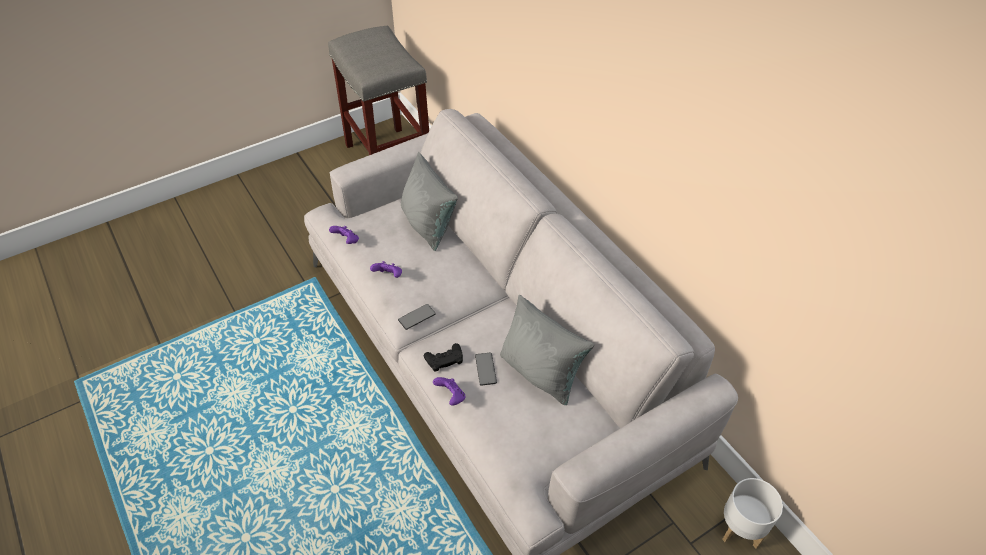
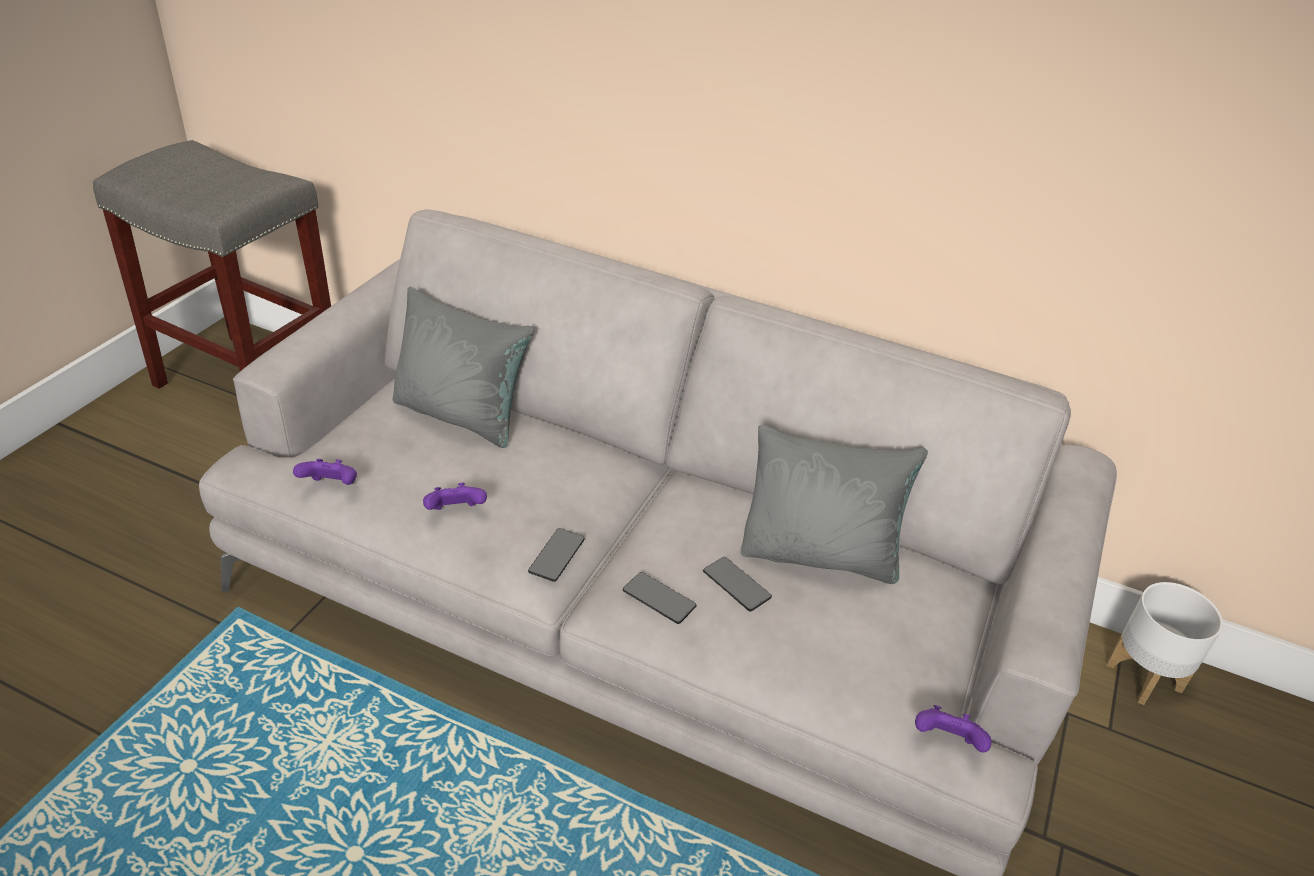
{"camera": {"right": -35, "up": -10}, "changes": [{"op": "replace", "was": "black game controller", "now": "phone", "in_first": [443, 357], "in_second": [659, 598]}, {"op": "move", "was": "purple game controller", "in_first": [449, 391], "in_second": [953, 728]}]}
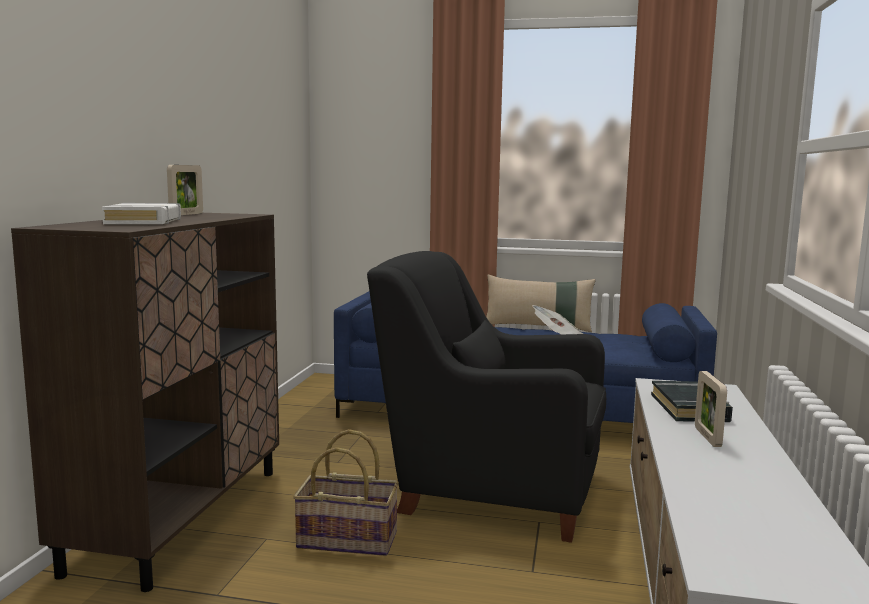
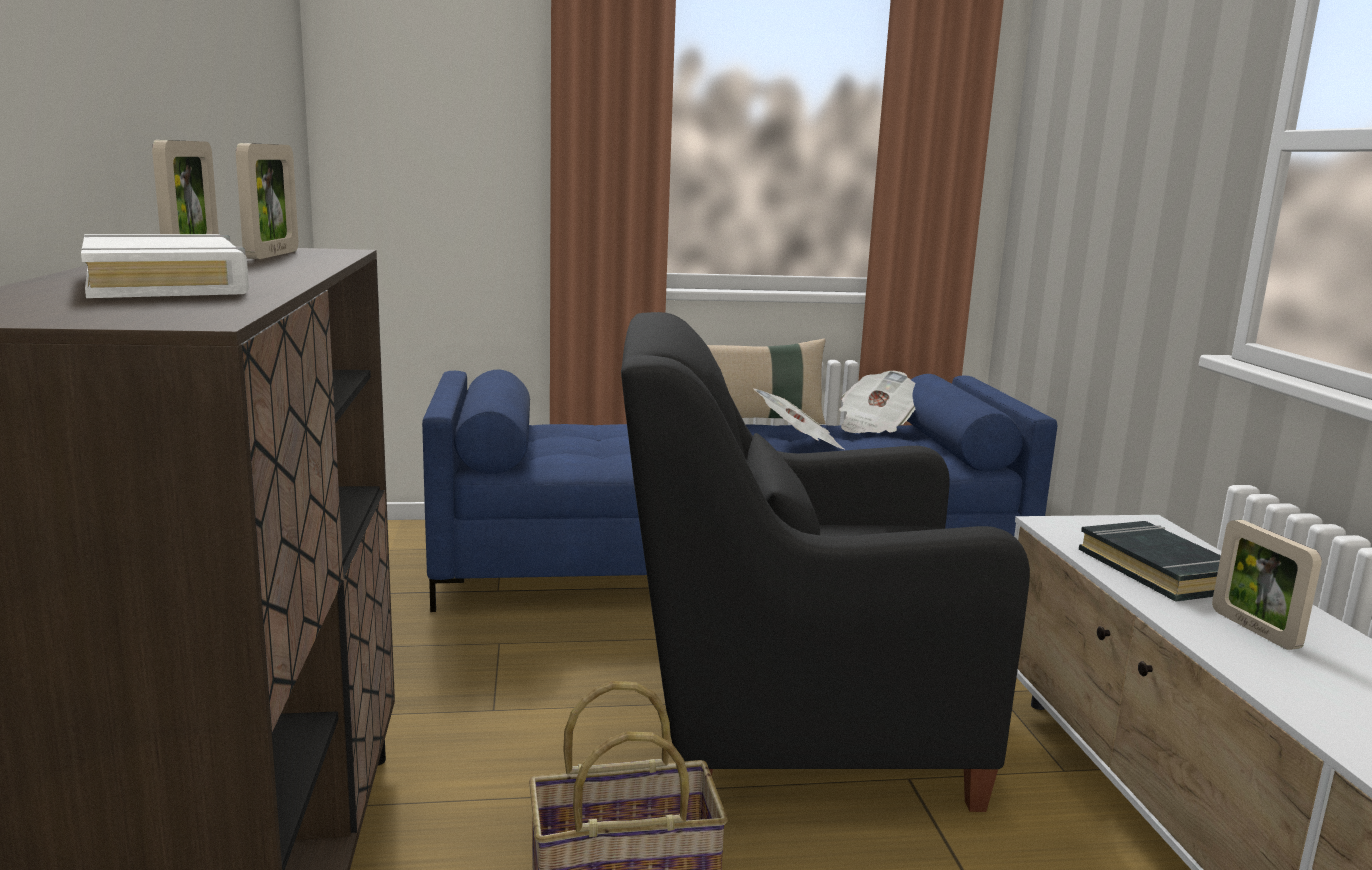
{"camera": {"right": -20, "up": 5}, "changes": [{"op": "insert", "now": "picture frame", "in_second": [267, 201]}, {"op": "insert", "now": "newspaper", "in_second": [877, 402]}]}
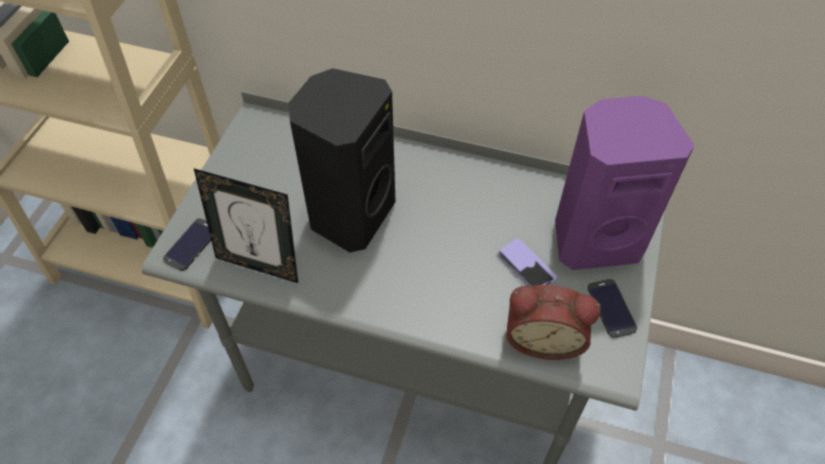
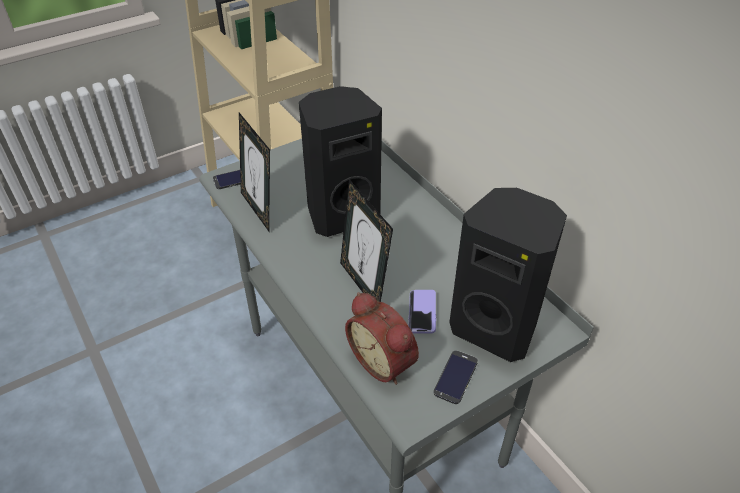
{"camera": {"right": 40, "up": -10}, "changes": [{"op": "insert", "now": "picture frame", "in_second": [366, 241]}, {"op": "recolor", "was": "purple speaker", "now": "black speaker", "in_first": [625, 183], "in_second": [508, 275]}]}
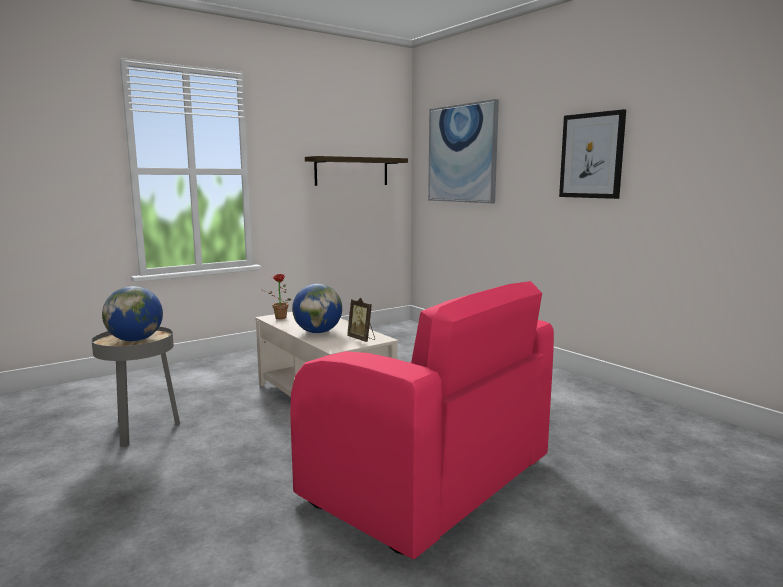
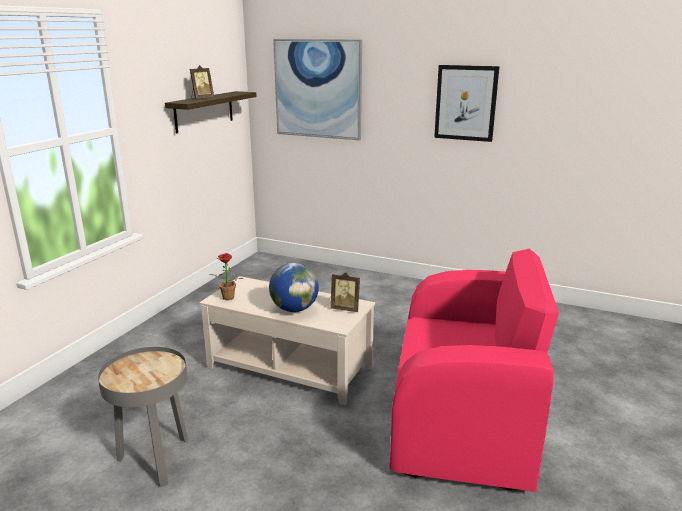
{"camera": {"right": -30, "up": 10}, "changes": [{"op": "insert", "now": "picture frame", "in_second": [202, 82]}, {"op": "delete", "was": "globe", "in_first": [132, 314]}]}
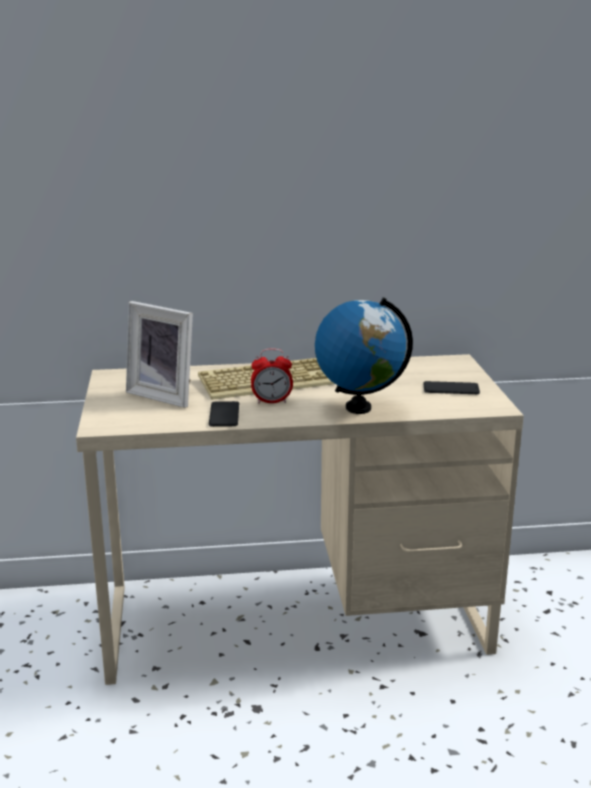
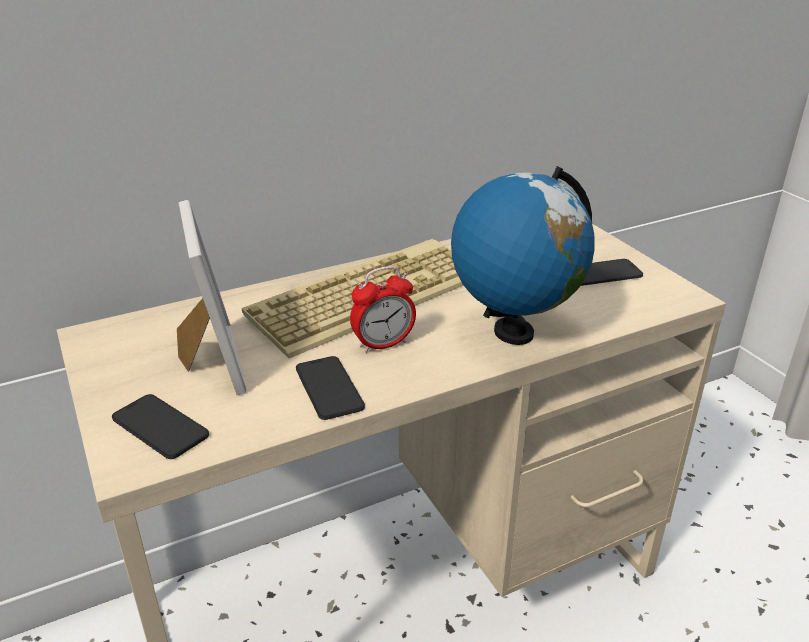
{"camera": {"right": -20, "up": 10}, "changes": [{"op": "insert", "now": "phone", "in_second": [160, 426]}, {"op": "rotate", "was": "picture frame", "in_first": [159, 354], "in_second": [212, 297], "clockwise": -120}]}
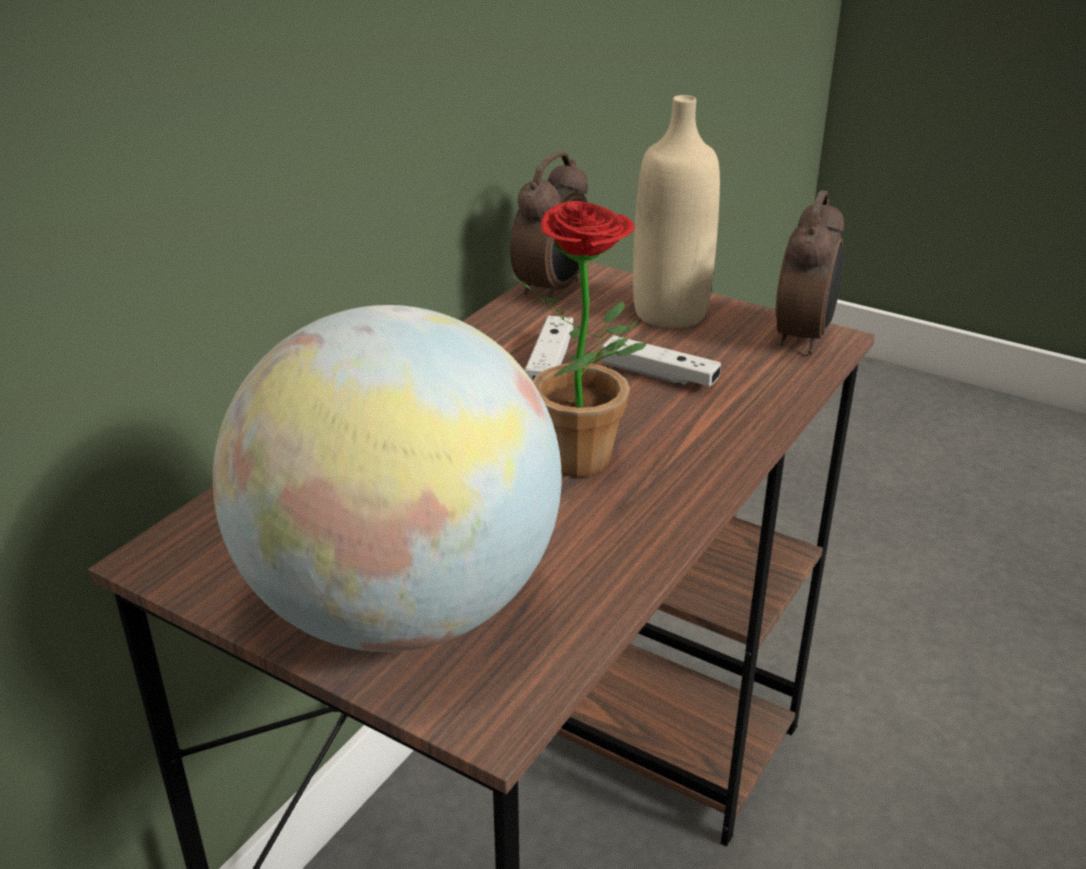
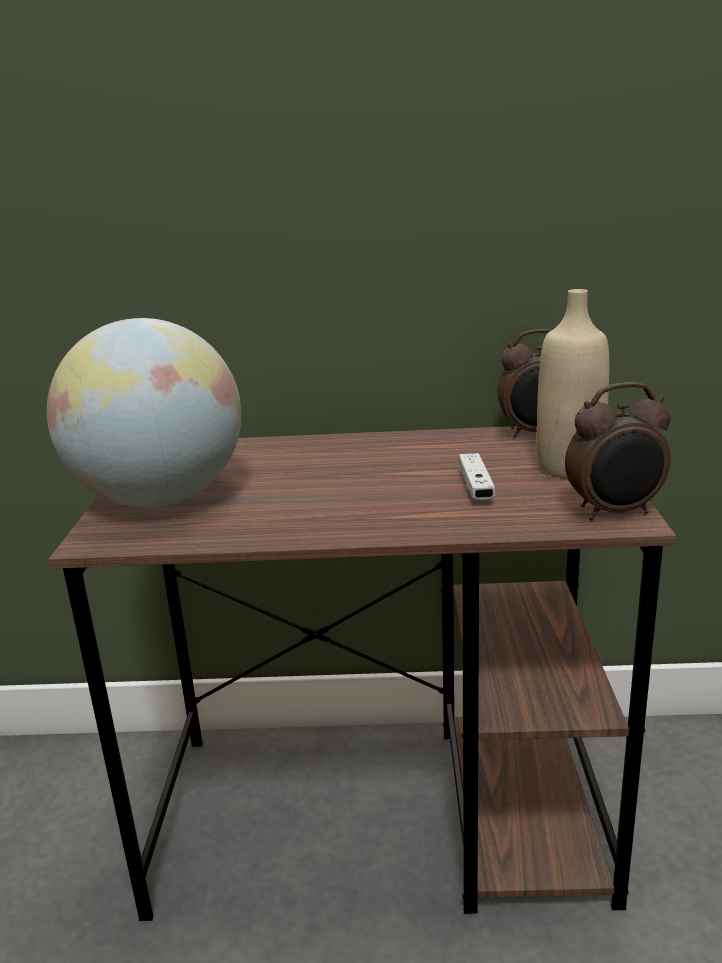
{"camera": {"right": 60, "up": -10}, "changes": [{"op": "delete", "was": "potted plant", "in_first": [581, 339]}, {"op": "delete", "was": "white game controller", "in_first": [549, 348]}]}
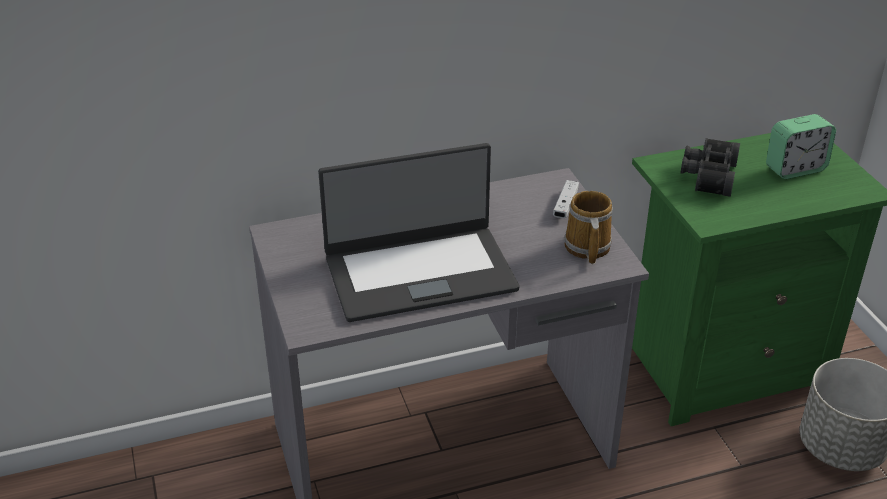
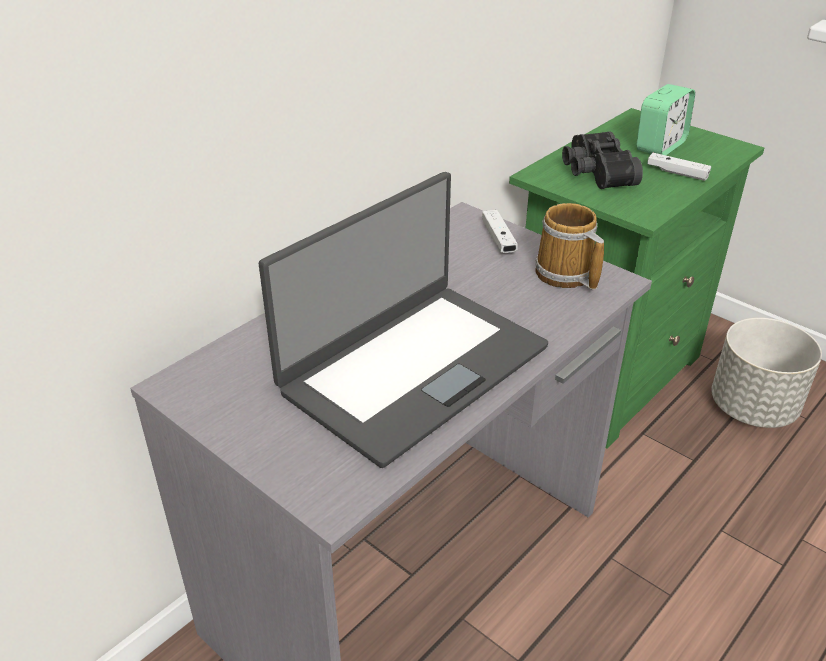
{"camera": {"right": -30, "up": 0}, "changes": [{"op": "insert", "now": "white game controller", "in_second": [679, 167]}]}
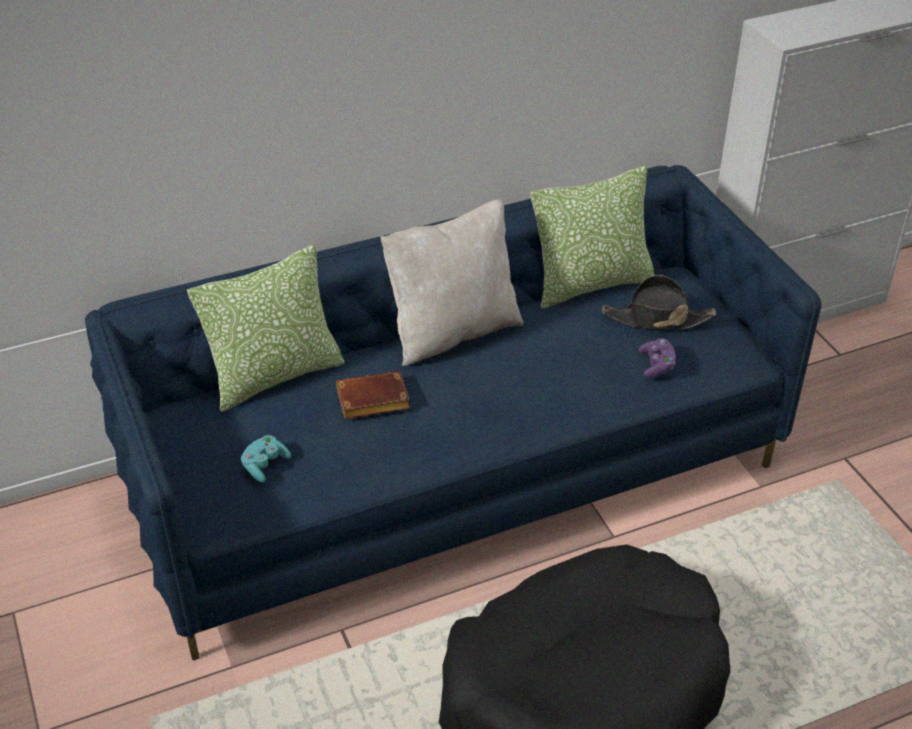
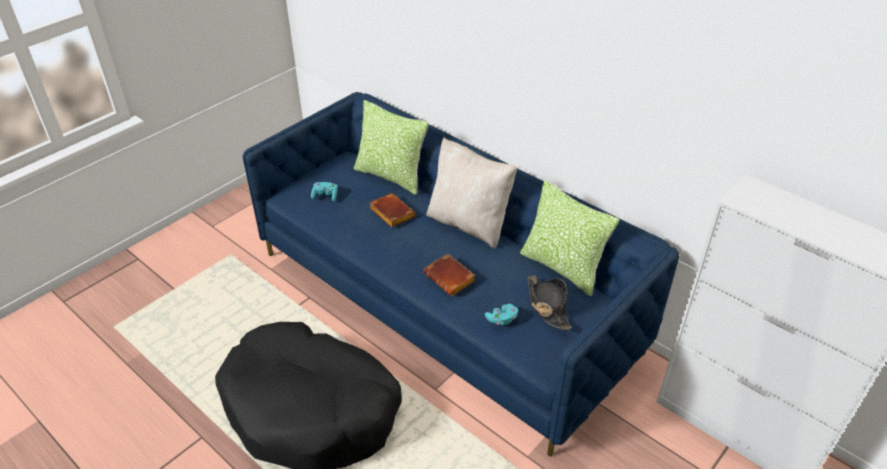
{"camera": {"right": 65, "up": 0}, "changes": [{"op": "insert", "now": "brown book", "in_second": [449, 274]}, {"op": "recolor", "was": "purple game controller", "now": "turquoise game controller", "in_first": [657, 358], "in_second": [501, 314]}]}
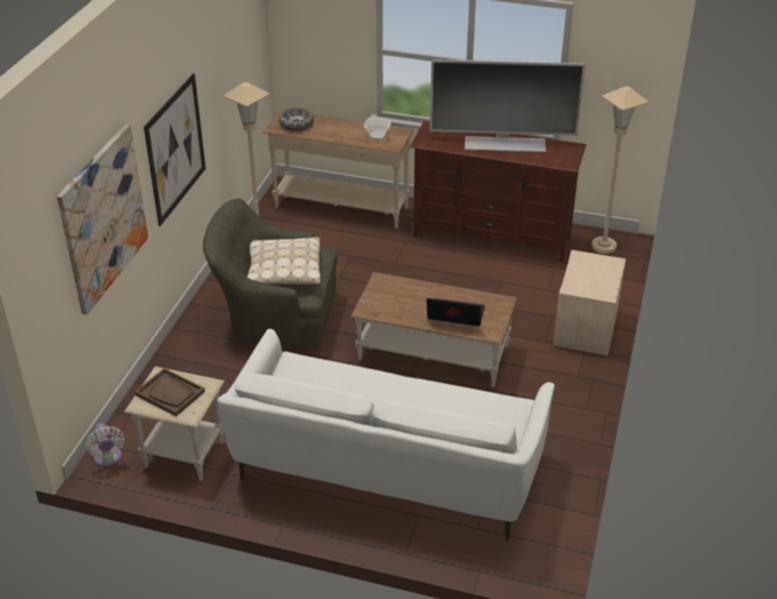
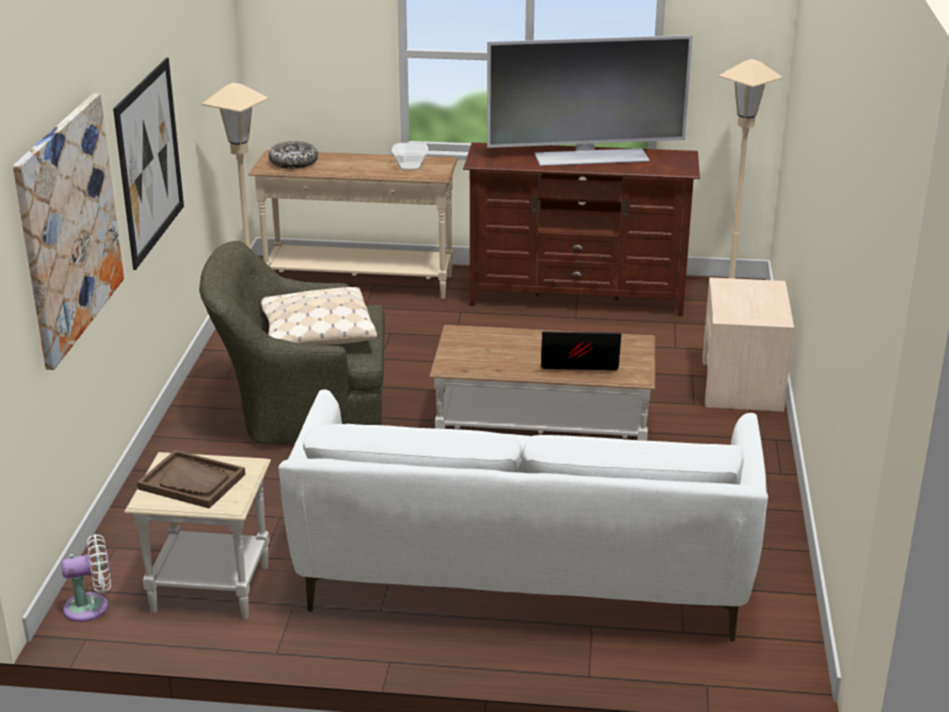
{"camera": {"right": -10, "up": -10}, "changes": [{"op": "rotate", "was": "white fan", "in_first": [105, 445], "in_second": [86, 578], "clockwise": -75}]}
